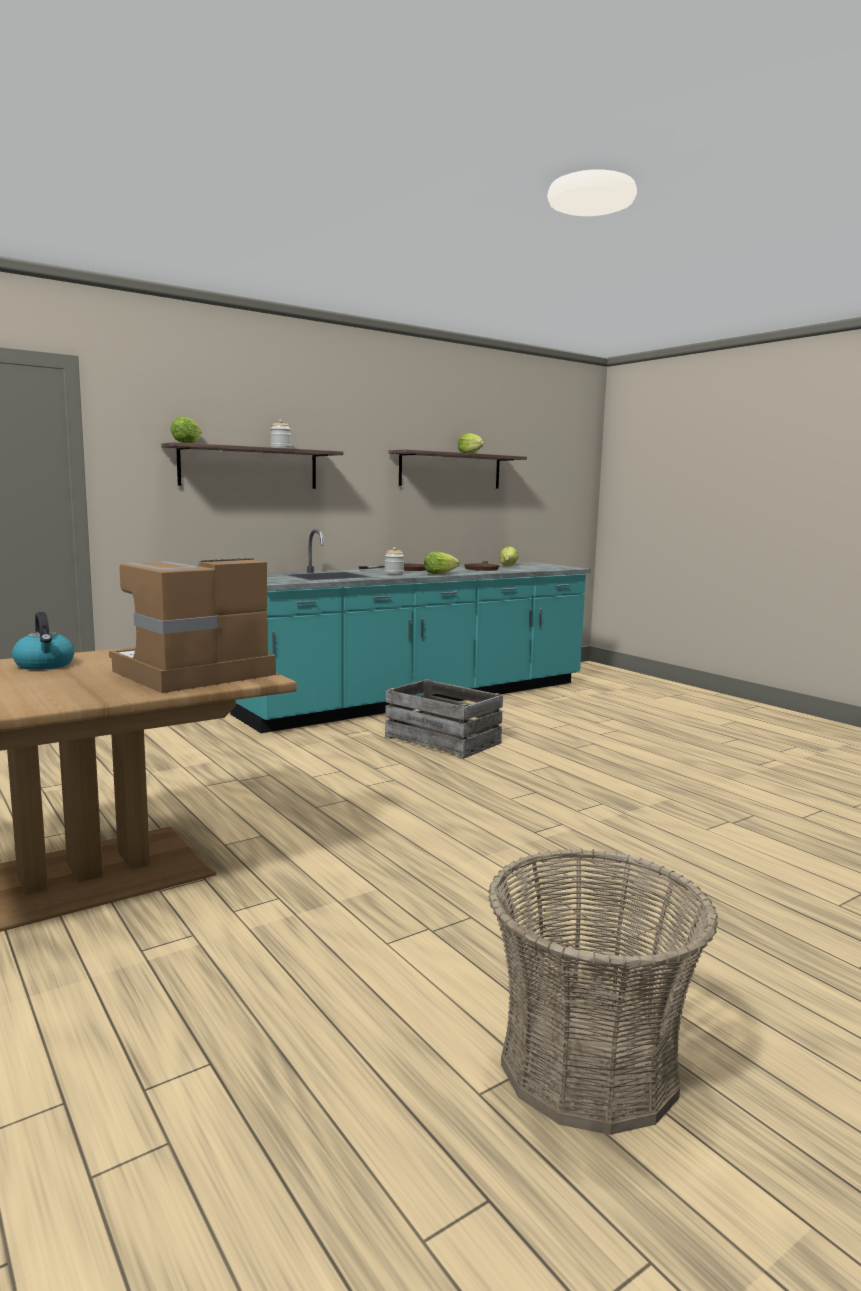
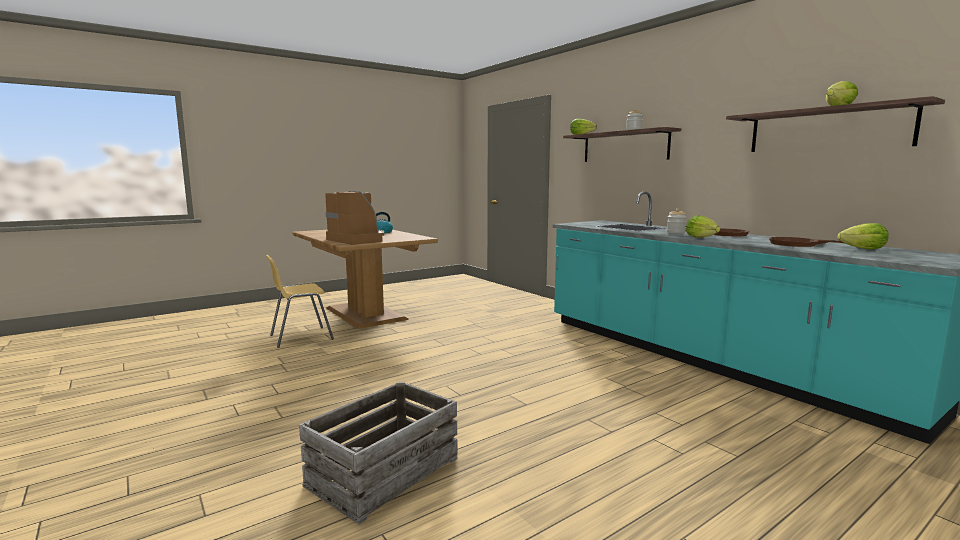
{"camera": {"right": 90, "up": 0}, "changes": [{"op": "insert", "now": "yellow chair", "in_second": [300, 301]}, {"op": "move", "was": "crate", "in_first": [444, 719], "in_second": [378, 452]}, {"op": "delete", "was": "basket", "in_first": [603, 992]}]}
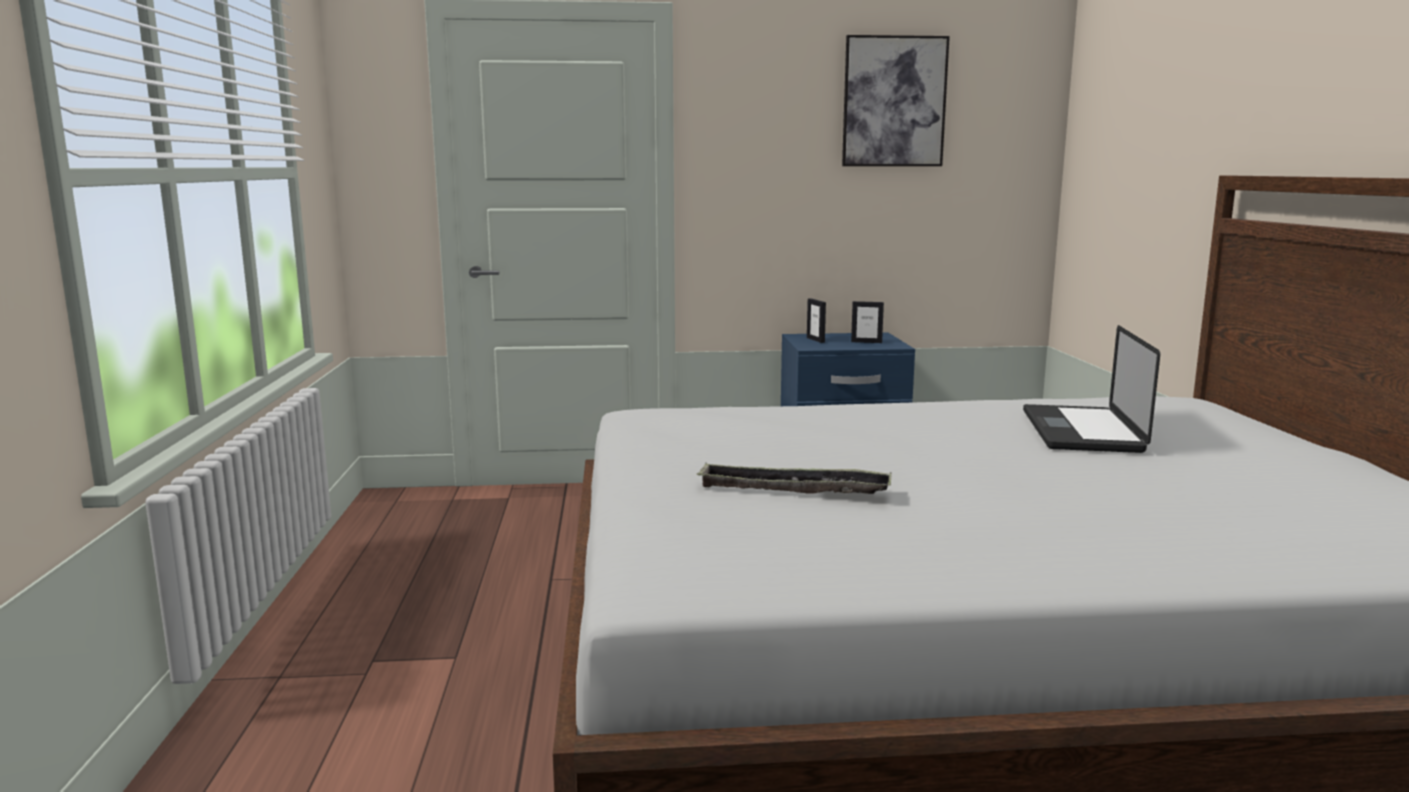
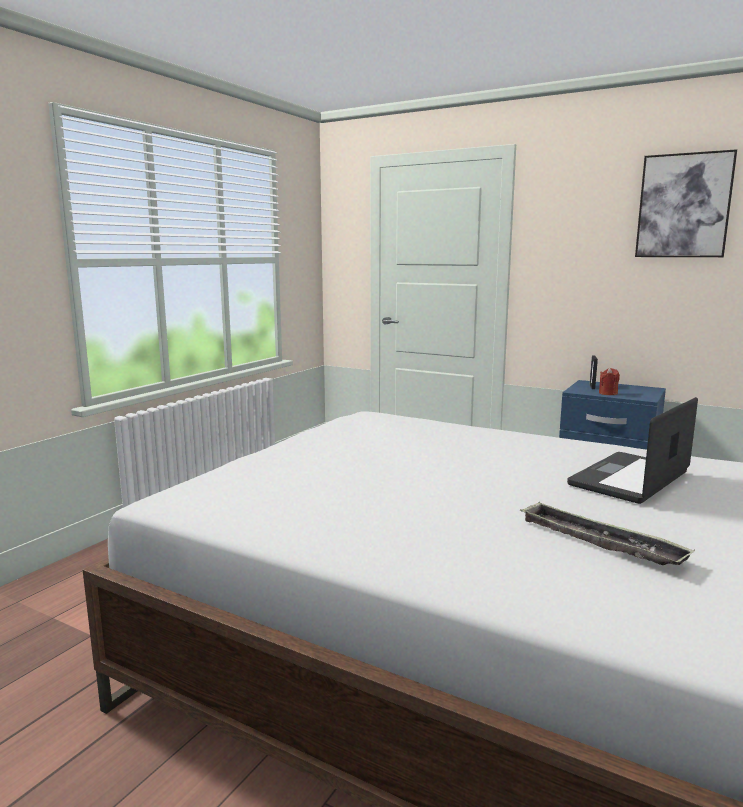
{"camera": {"right": 35, "up": 0}, "changes": [{"op": "move", "was": "tray", "in_first": [794, 478], "in_second": [607, 533]}, {"op": "insert", "now": "red candle", "in_second": [609, 381]}, {"op": "delete", "was": "picture frame", "in_first": [867, 322]}]}
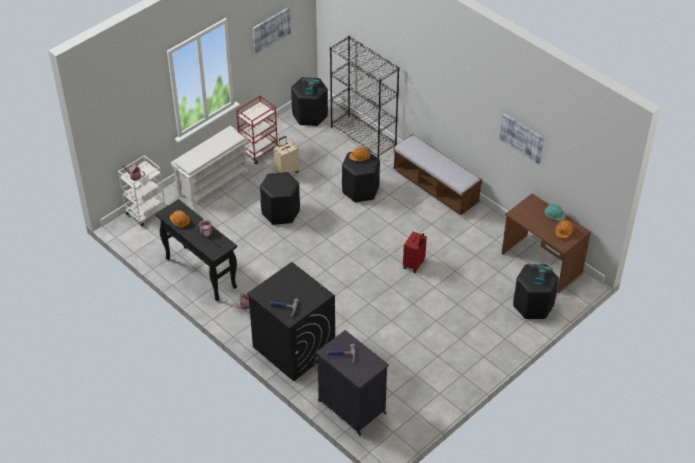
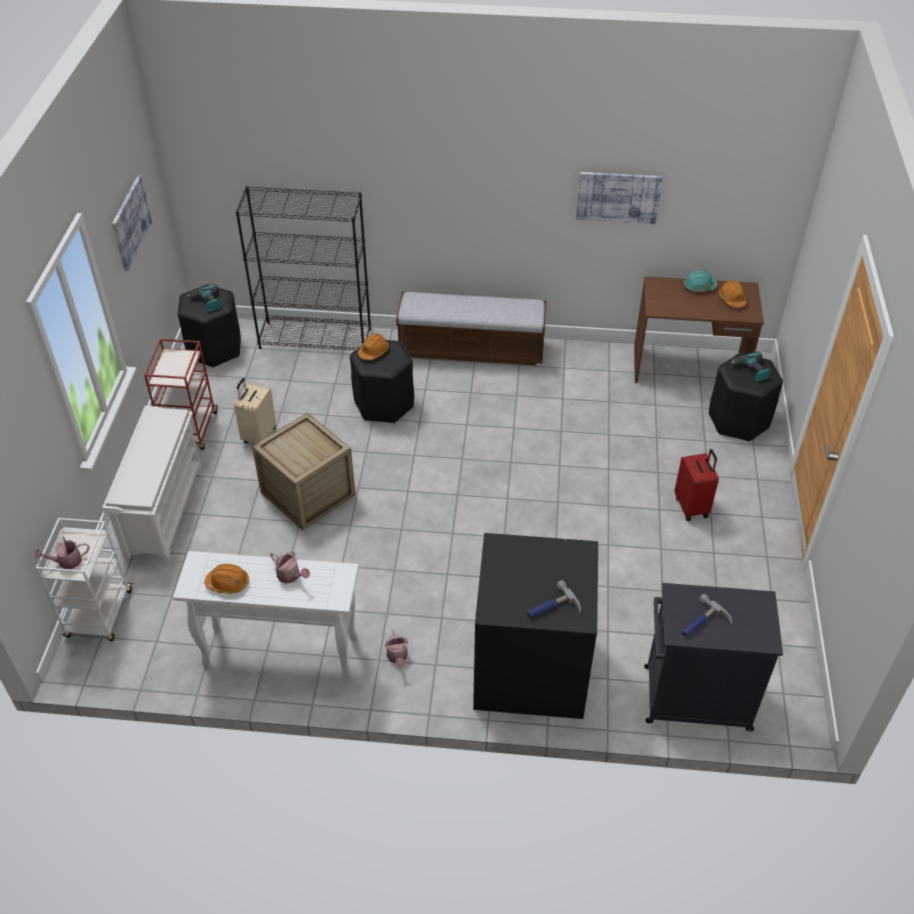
{"camera": {"right": -40, "up": 0}, "changes": [{"op": "recolor", "was": "black console table", "now": "white console table", "in_first": [196, 250], "in_second": [266, 614]}, {"op": "replace", "was": "black stool", "now": "crate", "in_first": [280, 198], "in_second": [304, 471]}, {"op": "move", "was": "red suitcase", "in_first": [415, 252], "in_second": [697, 485]}]}
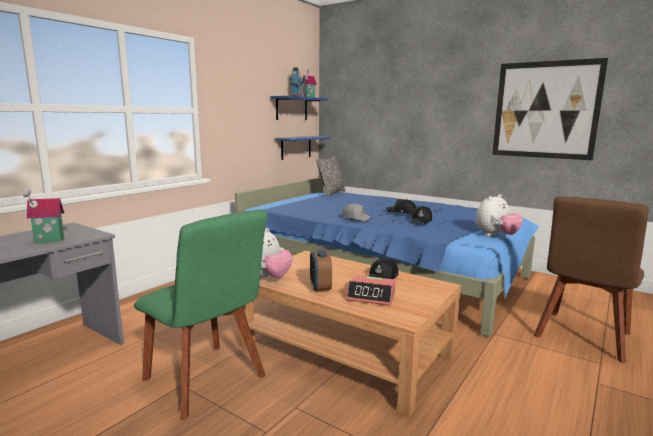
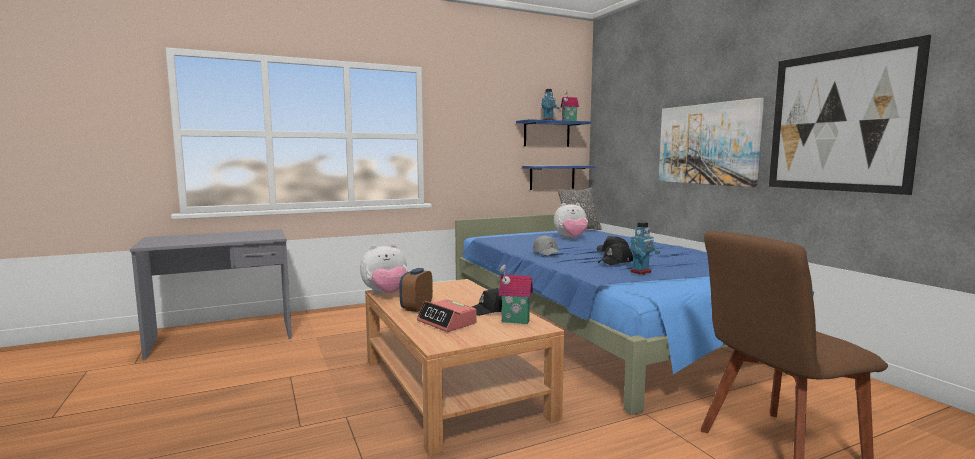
{"camera": {"right": 30, "up": -5}, "changes": [{"op": "move", "was": "toy house", "in_first": [43, 216], "in_second": [516, 294]}, {"op": "move", "was": "plush toy", "in_first": [499, 215], "in_second": [571, 220]}, {"op": "insert", "now": "toy robot", "in_second": [645, 248]}, {"op": "insert", "now": "picture", "in_second": [711, 142]}, {"op": "delete", "was": "green chair", "in_first": [200, 314]}]}
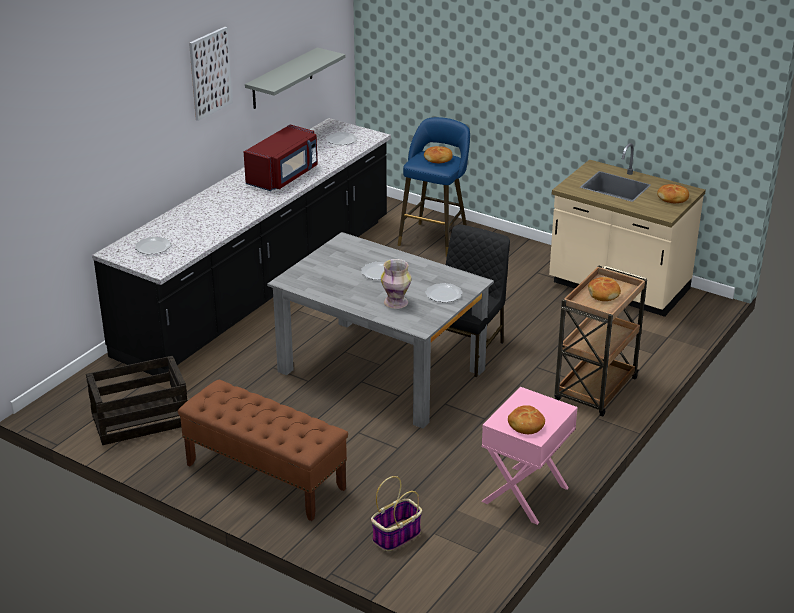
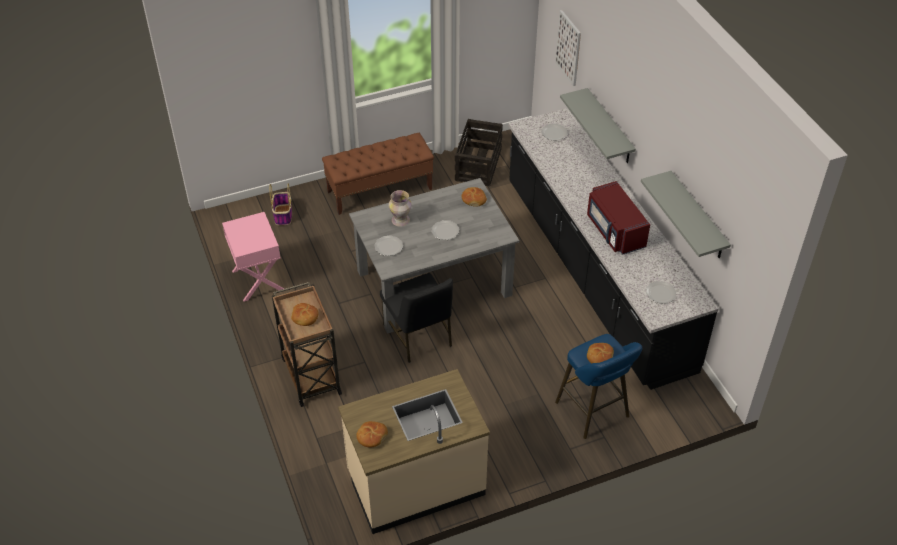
{"camera": {"right": 125, "up": 15}, "changes": [{"op": "move", "was": "bread", "in_first": [526, 419], "in_second": [474, 197]}, {"op": "move", "was": "picture", "in_first": [211, 74], "in_second": [568, 48]}, {"op": "insert", "now": "grey shelf", "in_second": [598, 125]}]}
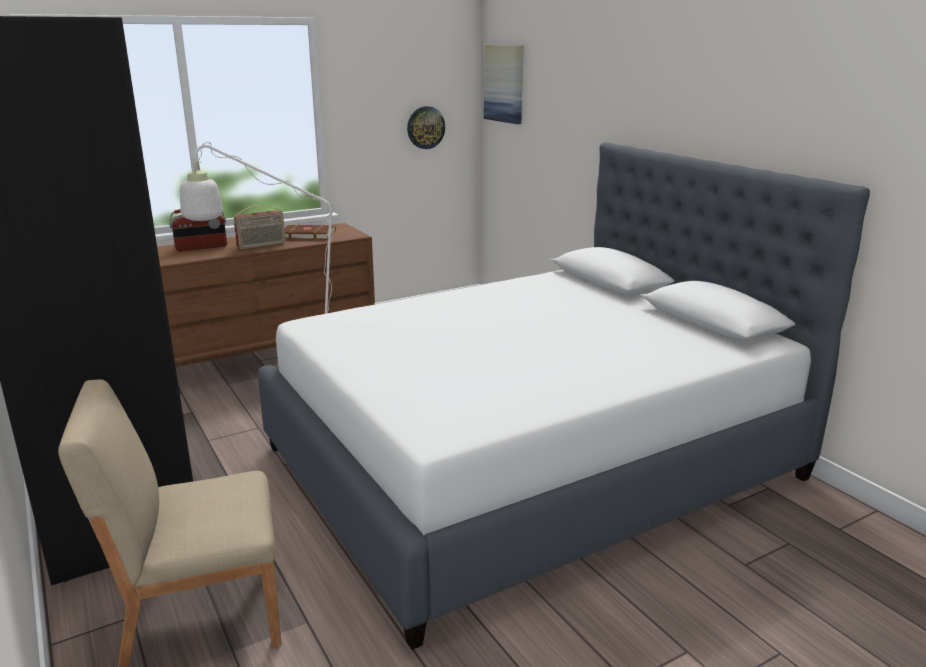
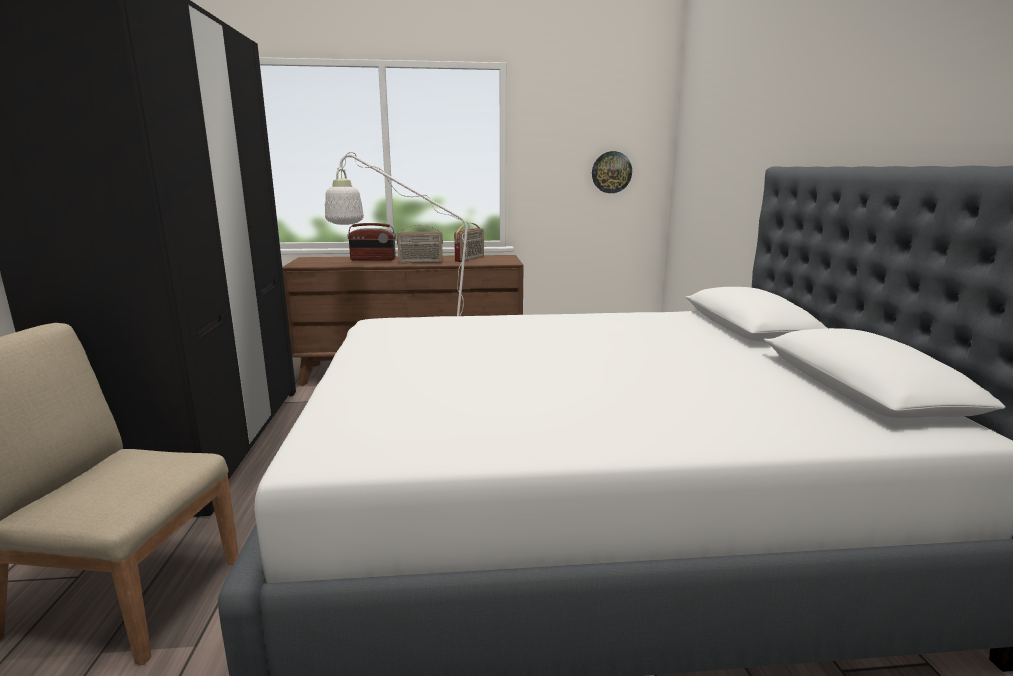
{"camera": {"right": 25, "up": -5}, "changes": [{"op": "replace", "was": "brown book", "now": "radio", "in_first": [310, 232], "in_second": [469, 242]}, {"op": "delete", "was": "picture", "in_first": [503, 84]}]}
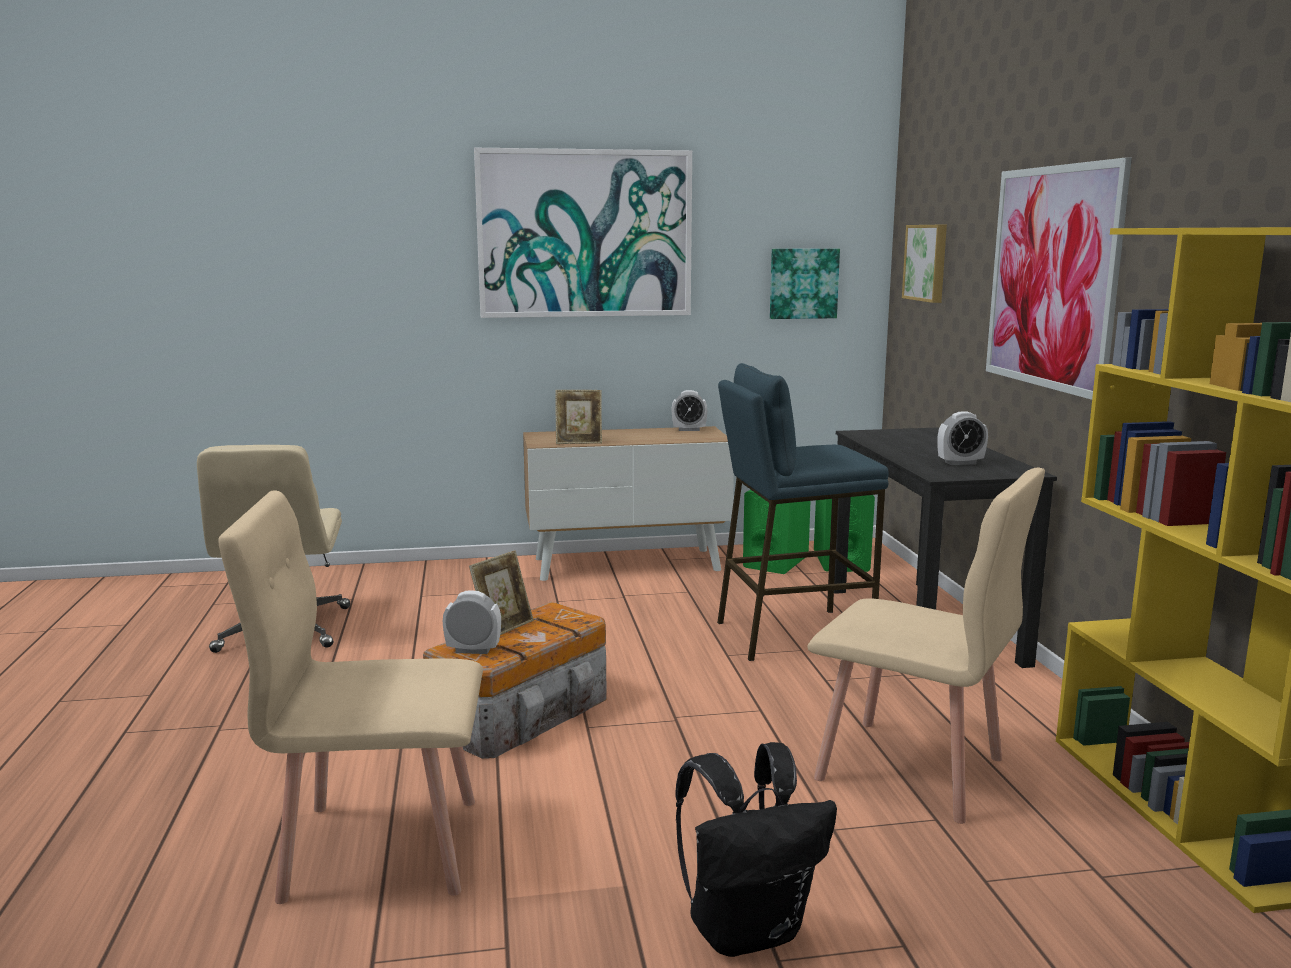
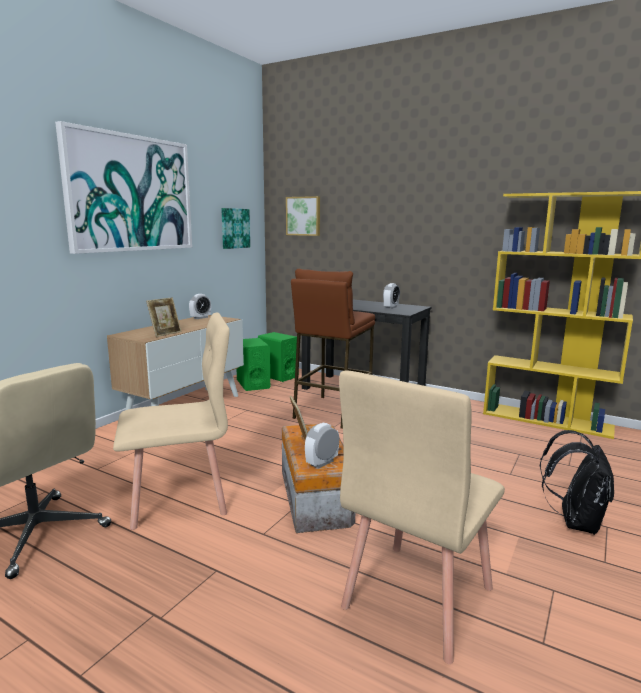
{"camera": {"right": -50, "up": 0}, "changes": [{"op": "move", "was": "beige chair", "in_first": [926, 646], "in_second": [171, 421]}, {"op": "recolor", "was": "blue stool", "now": "brown stool", "in_first": [802, 512], "in_second": [333, 349]}, {"op": "delete", "was": "picture", "in_first": [1059, 278]}]}
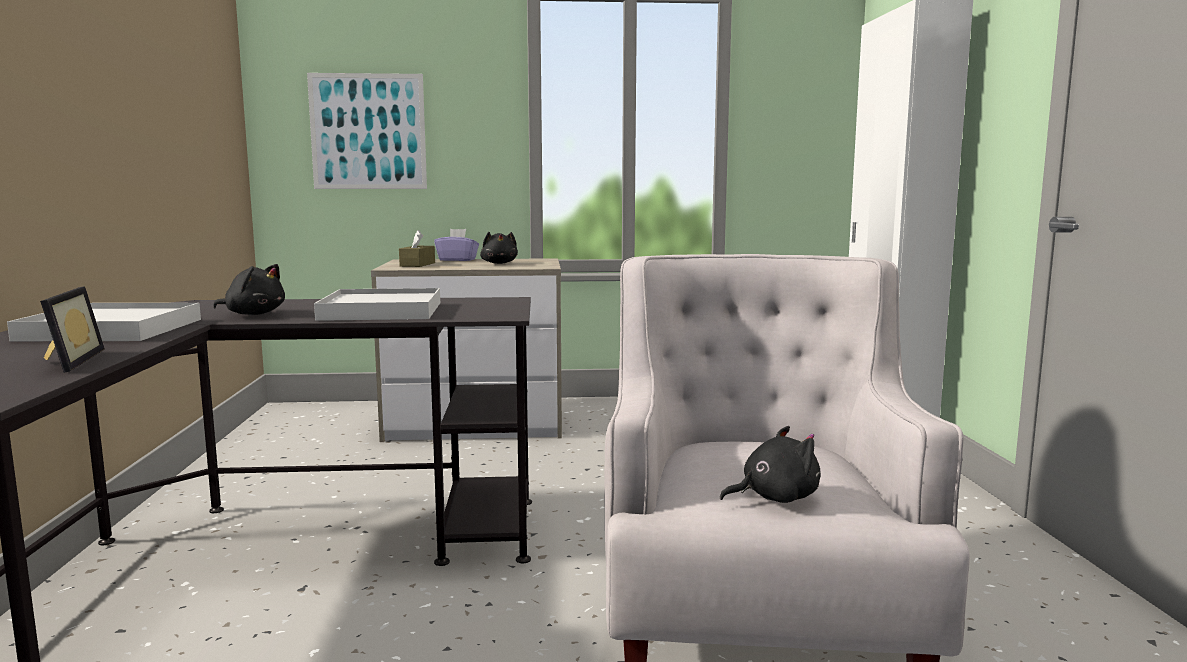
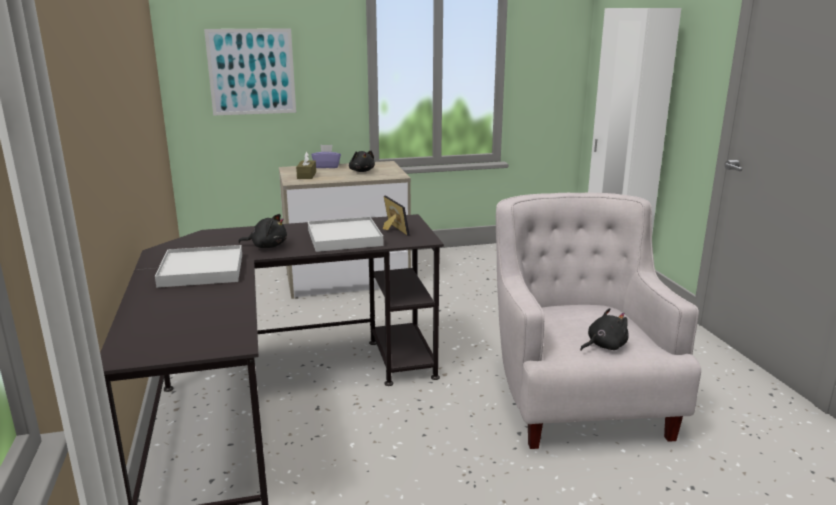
{"camera": {"right": -10, "up": 10}, "changes": [{"op": "move", "was": "picture frame", "in_first": [72, 329], "in_second": [396, 215]}]}
